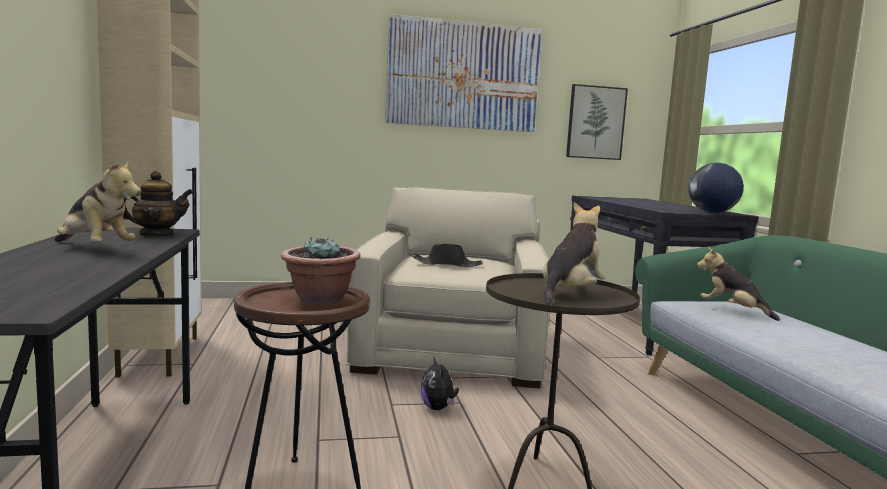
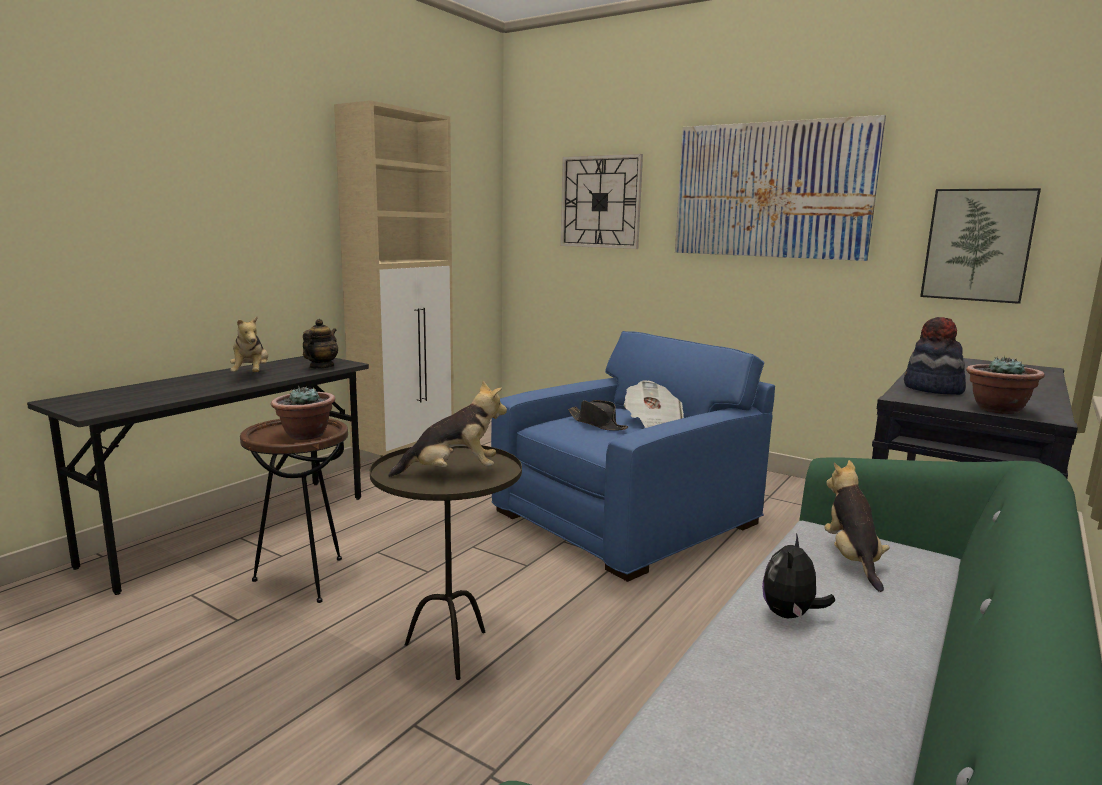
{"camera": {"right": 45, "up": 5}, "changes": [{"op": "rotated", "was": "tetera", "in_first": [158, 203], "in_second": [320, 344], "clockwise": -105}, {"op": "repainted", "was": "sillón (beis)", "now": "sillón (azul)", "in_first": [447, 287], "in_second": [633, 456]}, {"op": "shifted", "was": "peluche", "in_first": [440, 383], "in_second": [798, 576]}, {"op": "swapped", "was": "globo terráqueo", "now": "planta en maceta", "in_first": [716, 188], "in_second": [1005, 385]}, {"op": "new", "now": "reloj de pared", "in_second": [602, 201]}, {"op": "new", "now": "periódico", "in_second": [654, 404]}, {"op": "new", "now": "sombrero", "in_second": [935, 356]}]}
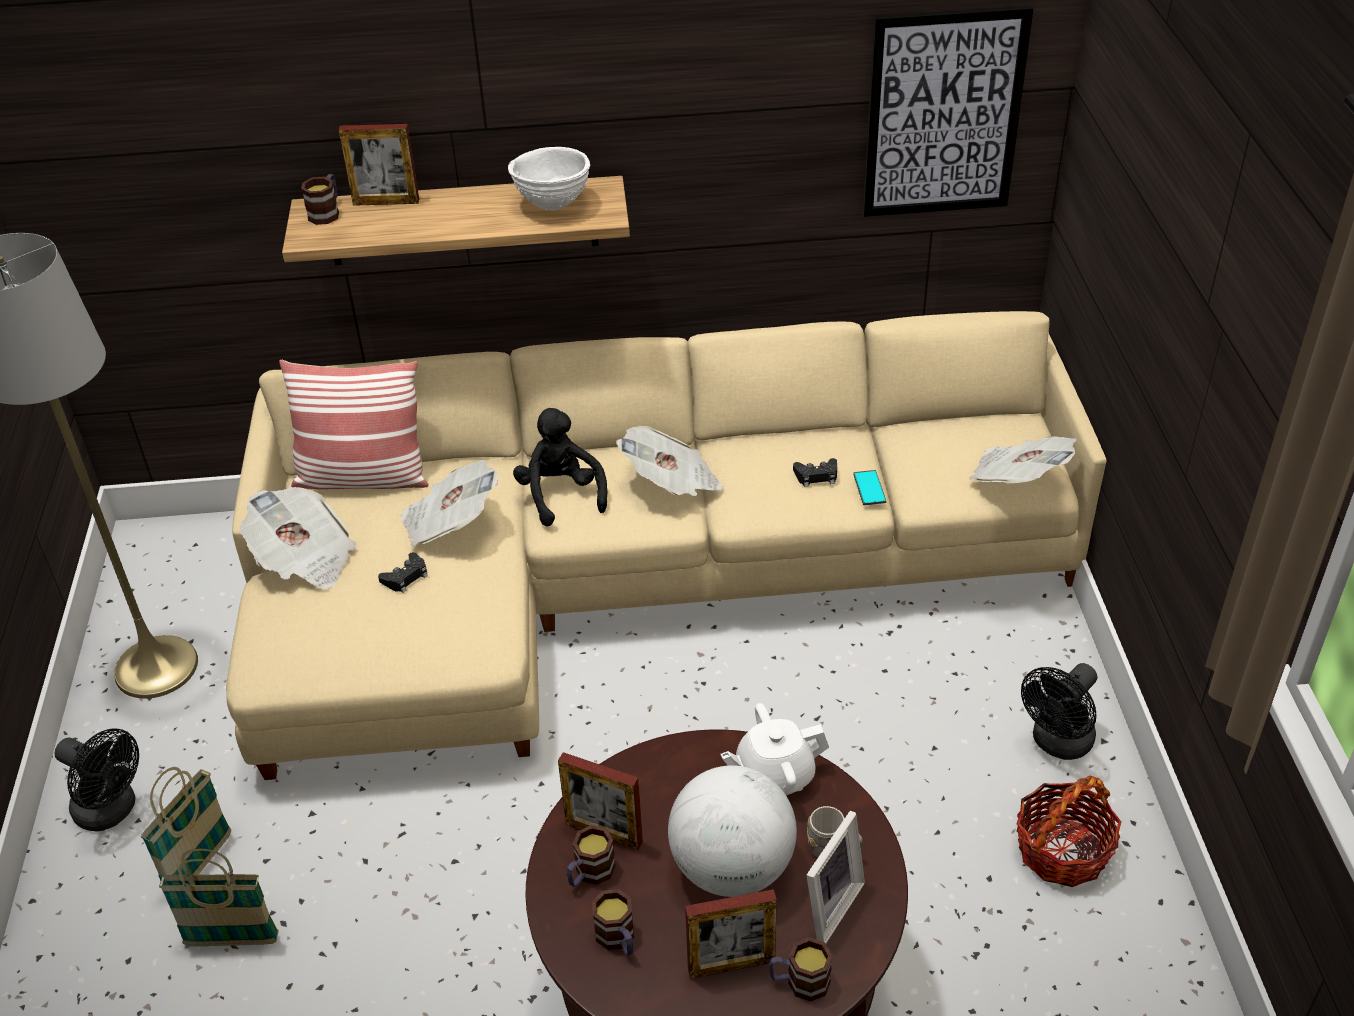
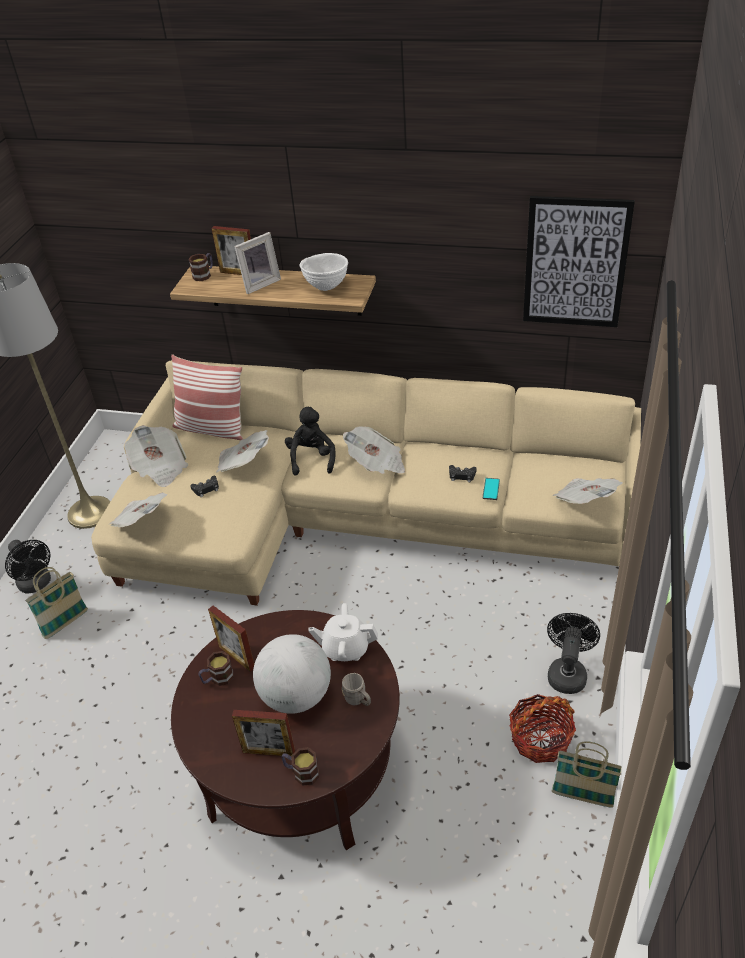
{"camera": {"right": 20, "up": 0}, "changes": [{"op": "shifted", "was": "cesta", "in_first": [219, 897], "in_second": [586, 774]}, {"op": "gone", "was": "taza grande", "in_first": [613, 922]}, {"op": "shifted", "was": "portarretratos", "in_first": [835, 877], "in_second": [257, 263]}, {"op": "rotated", "was": "ventilador (negro)", "in_first": [1059, 711], "in_second": [573, 653], "clockwise": 135}, {"op": "new", "now": "periódico", "in_second": [138, 510]}]}
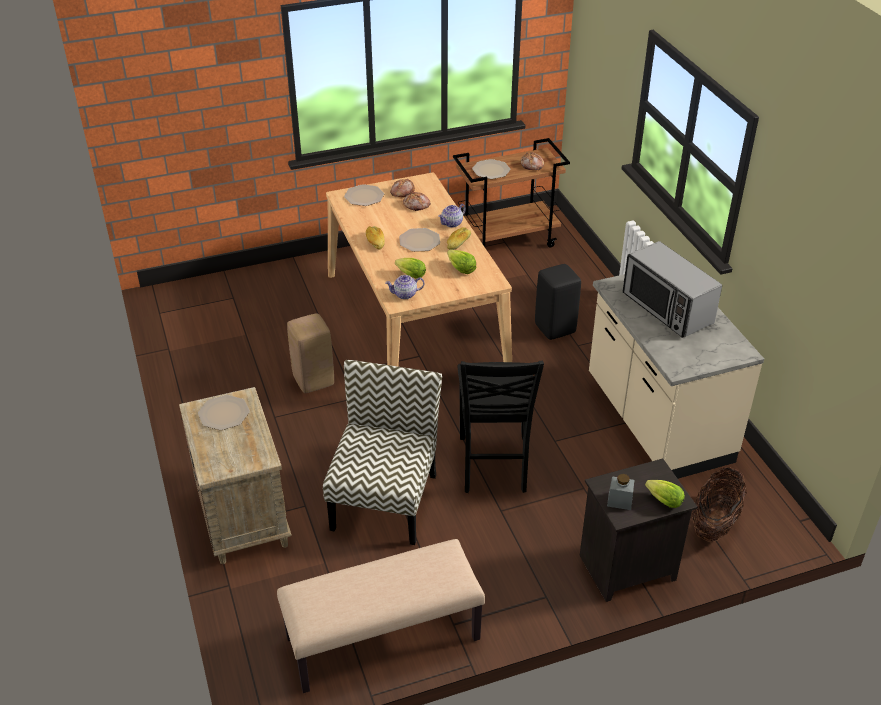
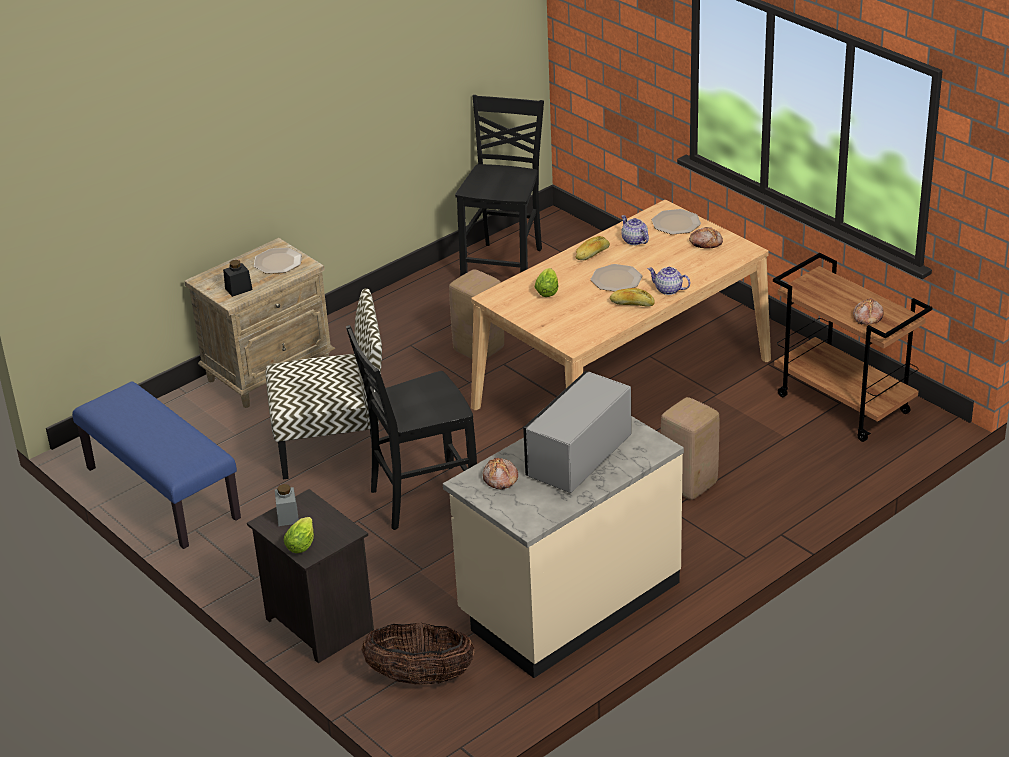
{"camera": {"right": 70, "up": -5}, "changes": [{"op": "repainted", "was": "banco (beis)", "now": "banco (azul)", "in_first": [381, 616], "in_second": [156, 465]}, {"op": "shifted", "was": "tetera", "in_first": [405, 287], "in_second": [635, 230]}, {"op": "shifted", "was": "pan", "in_first": [417, 201], "in_second": [500, 473]}, {"op": "gone", "was": "lechuga", "in_first": [461, 261]}, {"op": "gone", "was": "plato", "in_first": [491, 169]}, {"op": "repainted", "was": "taburete (negro)", "now": "taburete (beis)", "in_first": [558, 302], "in_second": [690, 448]}, {"op": "new", "now": "tarro (negro)", "in_second": [238, 278]}, {"op": "new", "now": "silla (negro)", "in_second": [499, 186]}]}
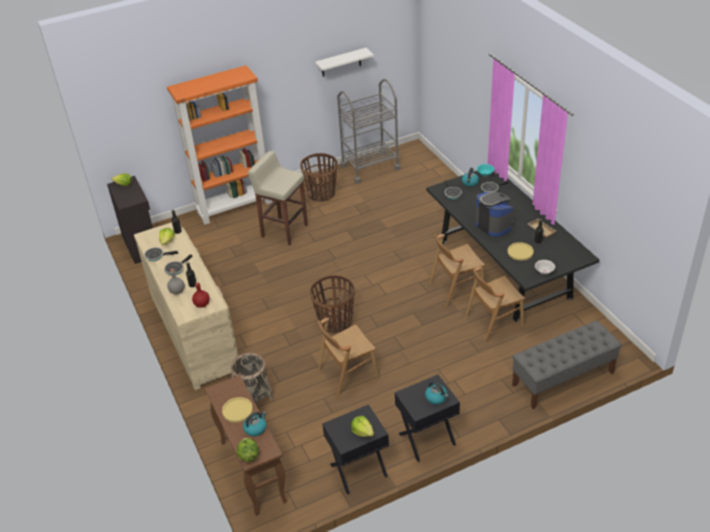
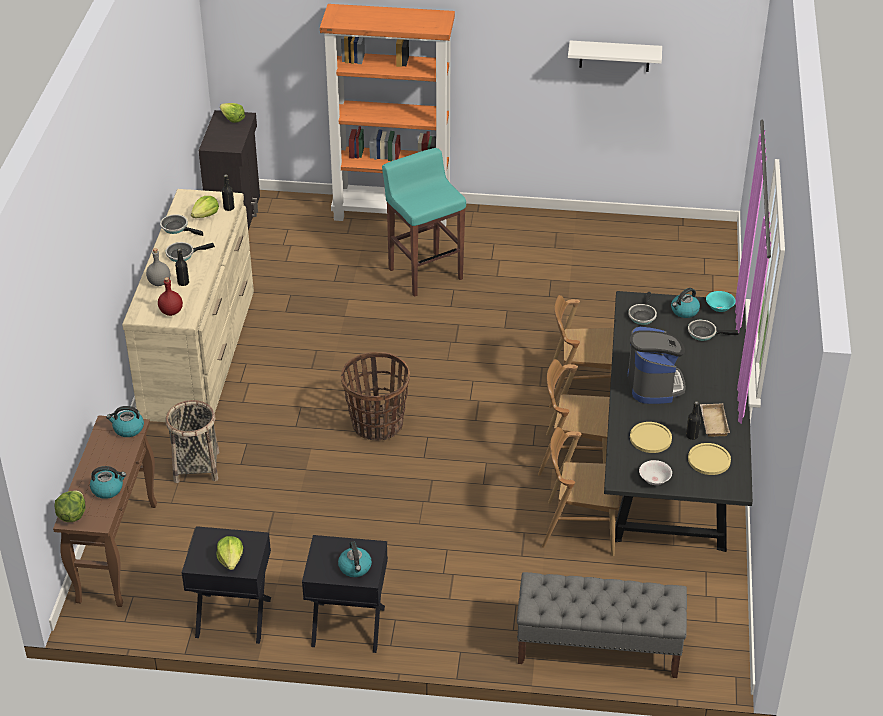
{"camera": {"right": 30, "up": 0}, "changes": [{"op": "shifted", "was": "plato (amarillo)", "in_first": [237, 410], "in_second": [709, 459]}, {"op": "repainted", "was": "taburete (beis)", "now": "taburete (turquesa)", "in_first": [278, 198], "in_second": [424, 222]}, {"op": "gone", "was": "cesta", "in_first": [319, 177]}, {"op": "shifted", "was": "silla (marrón)", "in_first": [348, 357], "in_second": [581, 351]}, {"op": "gone", "was": "carrito (gris)", "in_first": [369, 131]}, {"op": "new", "now": "hervidor", "in_second": [125, 421]}]}
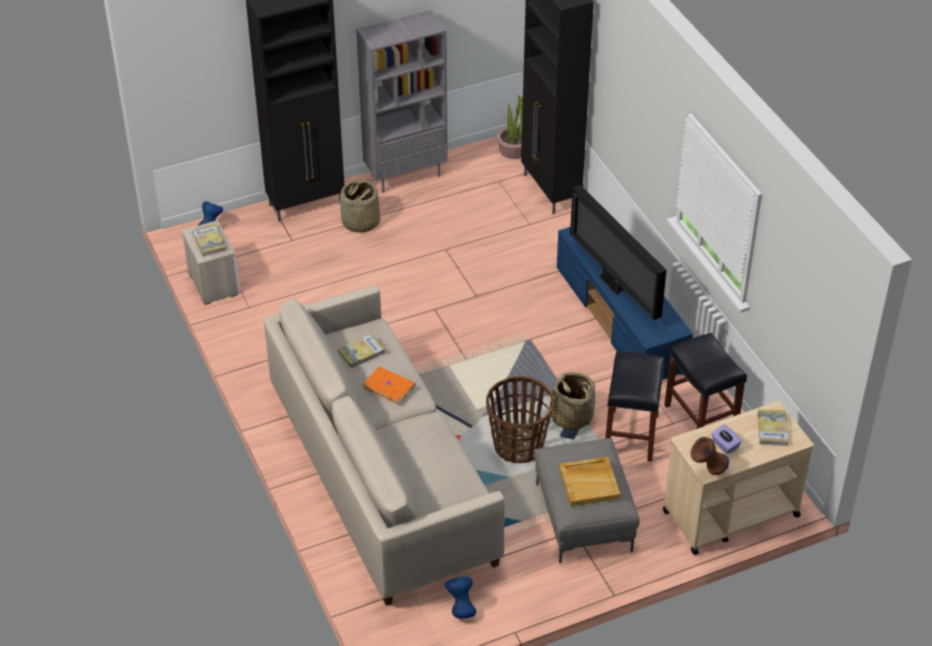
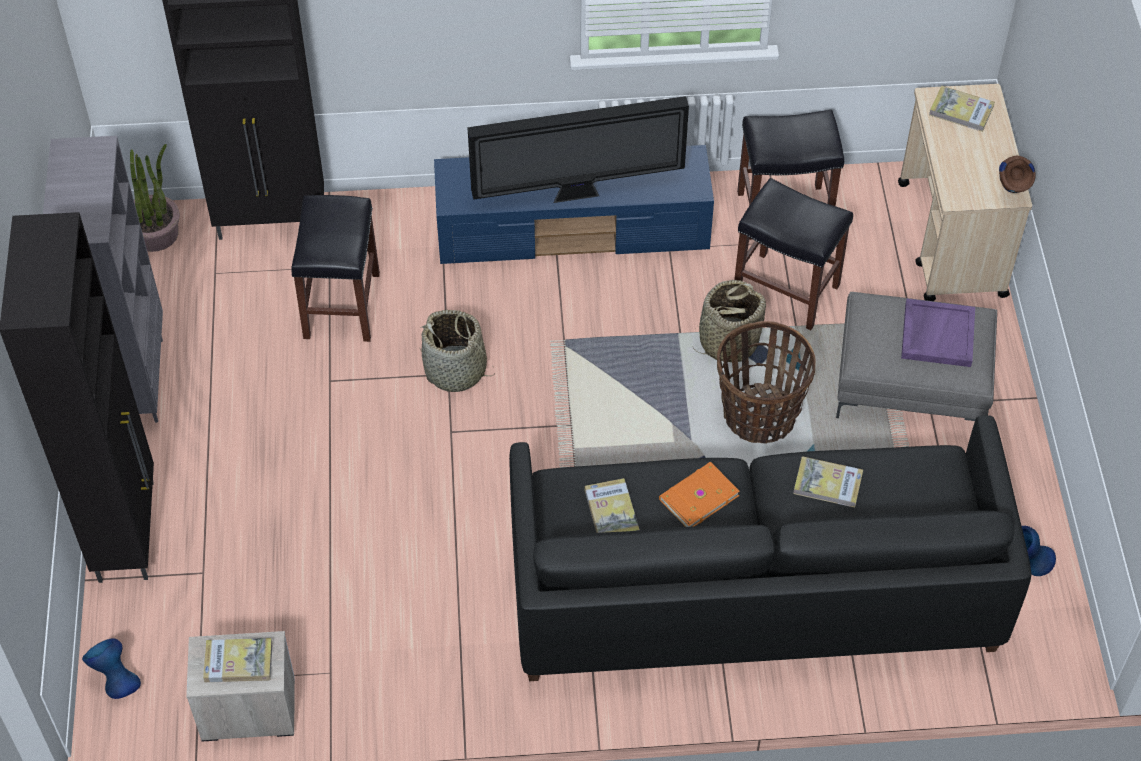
{"camera": {"right": -70, "up": 10}, "changes": [{"op": "repainted", "was": "sofá (beis)", "now": "sofá (negro)", "in_first": [384, 446], "in_second": [770, 548]}, {"op": "shifted", "was": "cesta", "in_first": [360, 206], "in_second": [457, 351]}, {"op": "repainted", "was": "bandeja (beis)", "now": "bandeja (morado)", "in_first": [589, 481], "in_second": [938, 333]}, {"op": "gone", "was": "caja de pañuelos (morado)", "in_first": [726, 439]}, {"op": "new", "now": "taburete (negro)", "in_second": [335, 268]}, {"op": "new", "now": "libro", "in_second": [828, 482]}]}
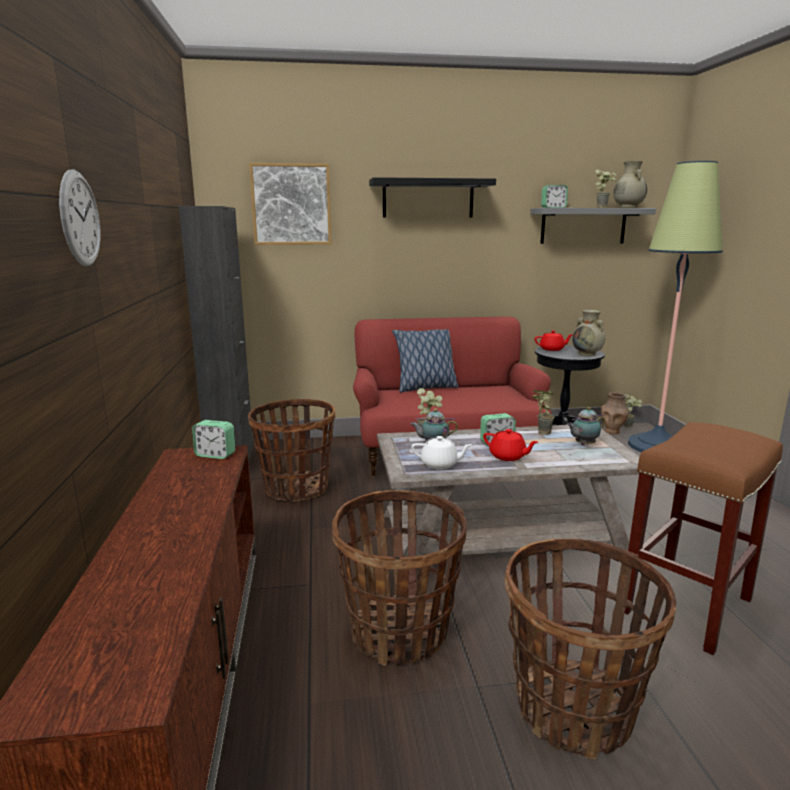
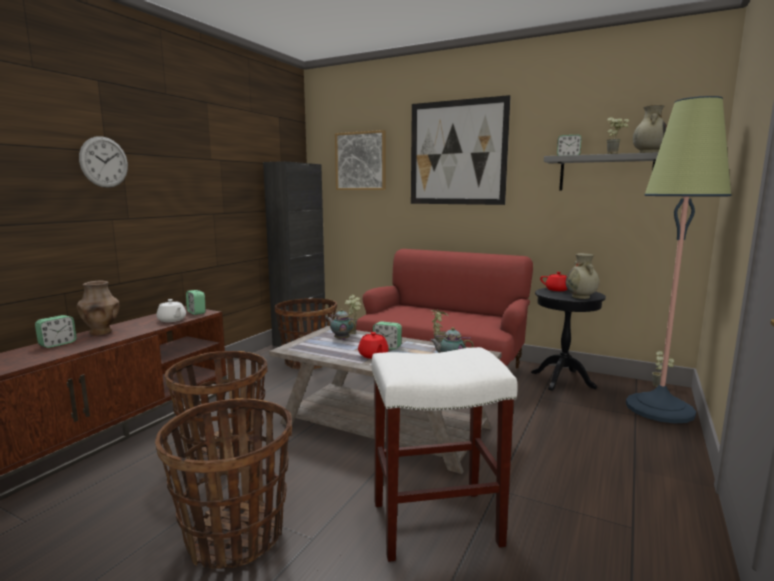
{"camera": {"right": 35, "up": -5}, "changes": [{"op": "swapped", "was": "estante (negro)", "now": "cuadro", "in_first": [432, 197], "in_second": [461, 150]}, {"op": "gone", "was": "cojín", "in_first": [425, 361]}, {"op": "shifted", "was": "tetera (blanco)", "in_first": [441, 452], "in_second": [171, 310]}, {"op": "shifted", "was": "florero (marrón)", "in_first": [615, 413], "in_second": [98, 308]}, {"op": "repainted", "was": "taburete (marrón)", "now": "taburete (blanco)", "in_first": [704, 538], "in_second": [445, 454]}, {"op": "new", "now": "despertador", "in_second": [56, 331]}]}
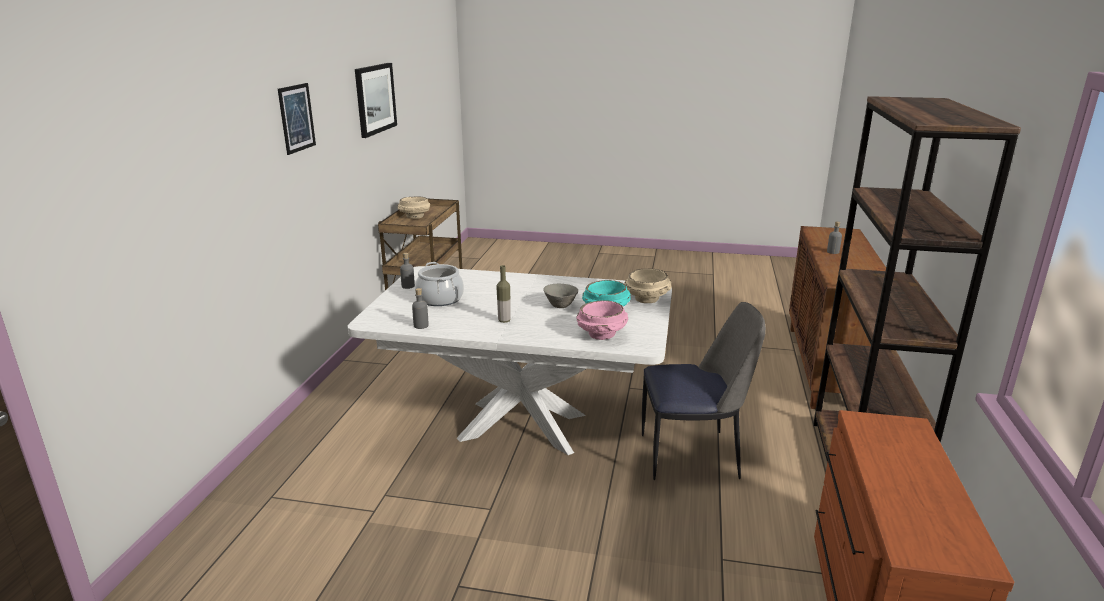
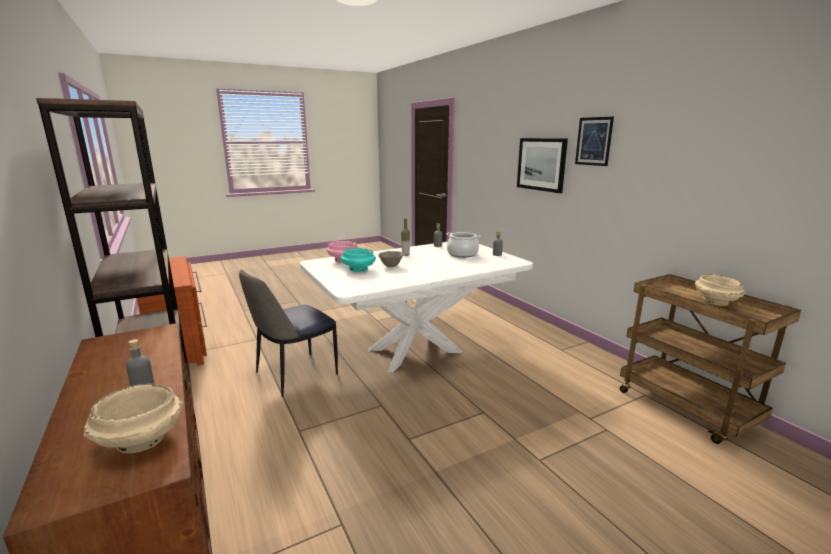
{"camera": {"right": 140, "up": -5}, "changes": [{"op": "shifted", "was": "cuadro", "in_first": [376, 100], "in_second": [542, 165]}, {"op": "shifted", "was": "cuenco (beis)", "in_first": [648, 285], "in_second": [133, 418]}]}
